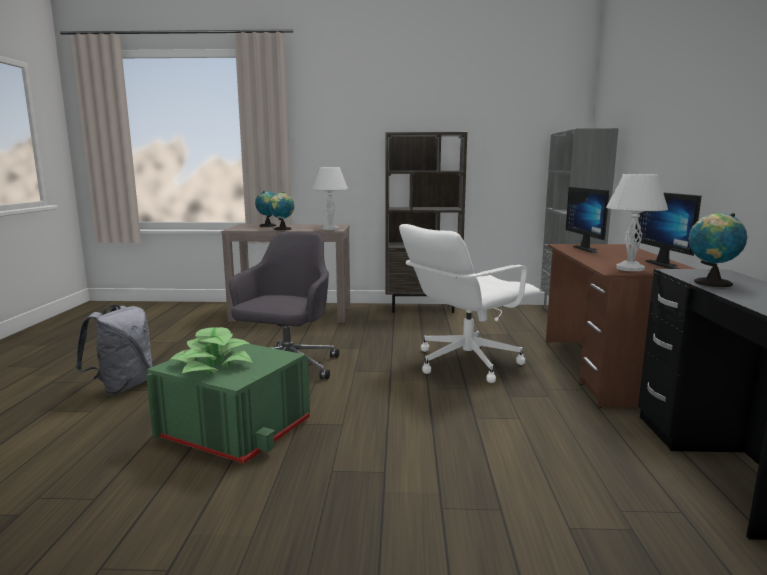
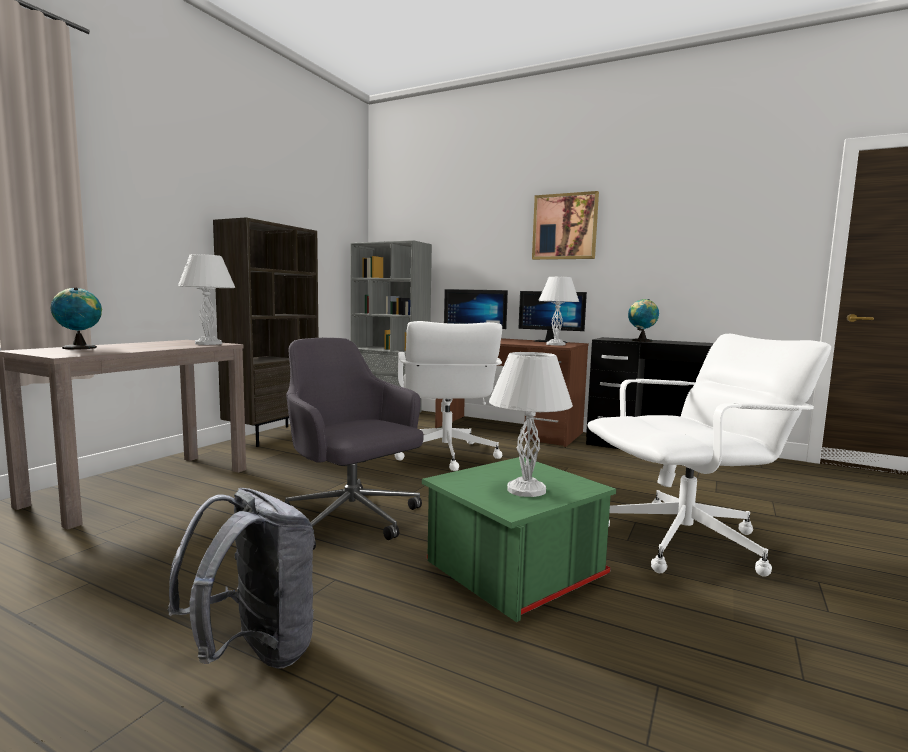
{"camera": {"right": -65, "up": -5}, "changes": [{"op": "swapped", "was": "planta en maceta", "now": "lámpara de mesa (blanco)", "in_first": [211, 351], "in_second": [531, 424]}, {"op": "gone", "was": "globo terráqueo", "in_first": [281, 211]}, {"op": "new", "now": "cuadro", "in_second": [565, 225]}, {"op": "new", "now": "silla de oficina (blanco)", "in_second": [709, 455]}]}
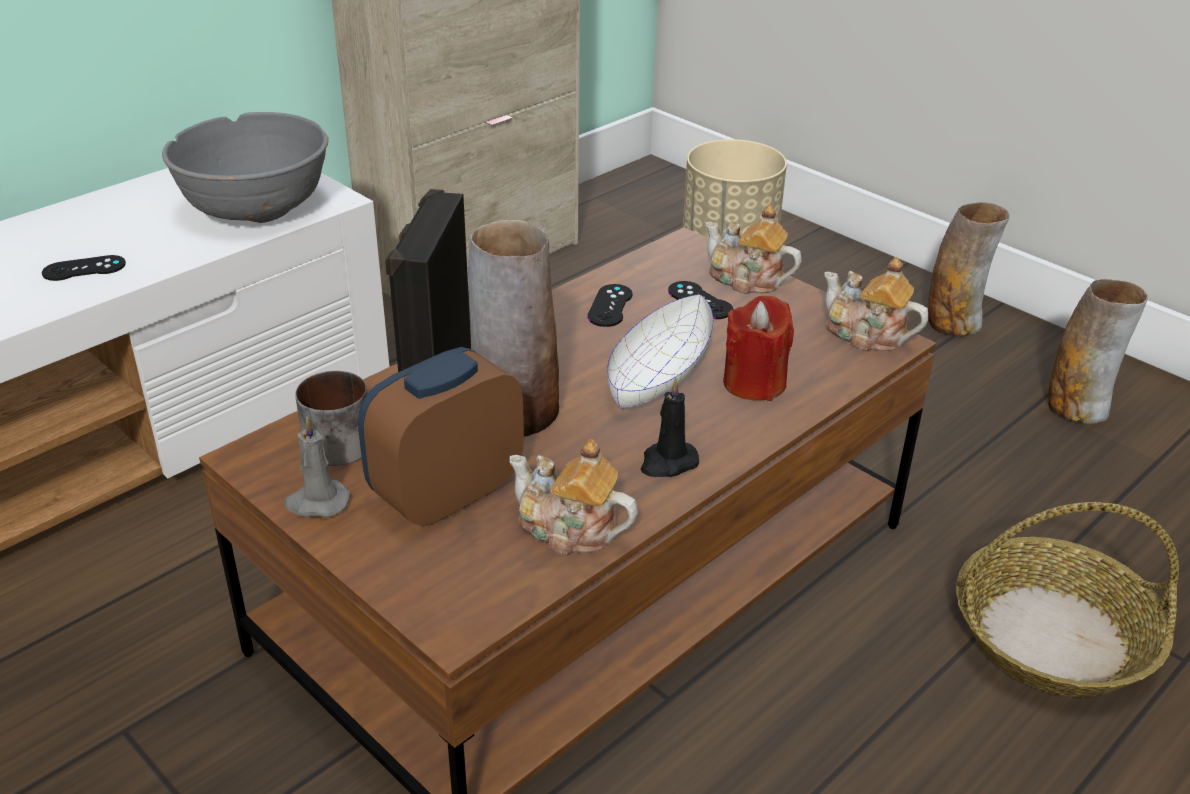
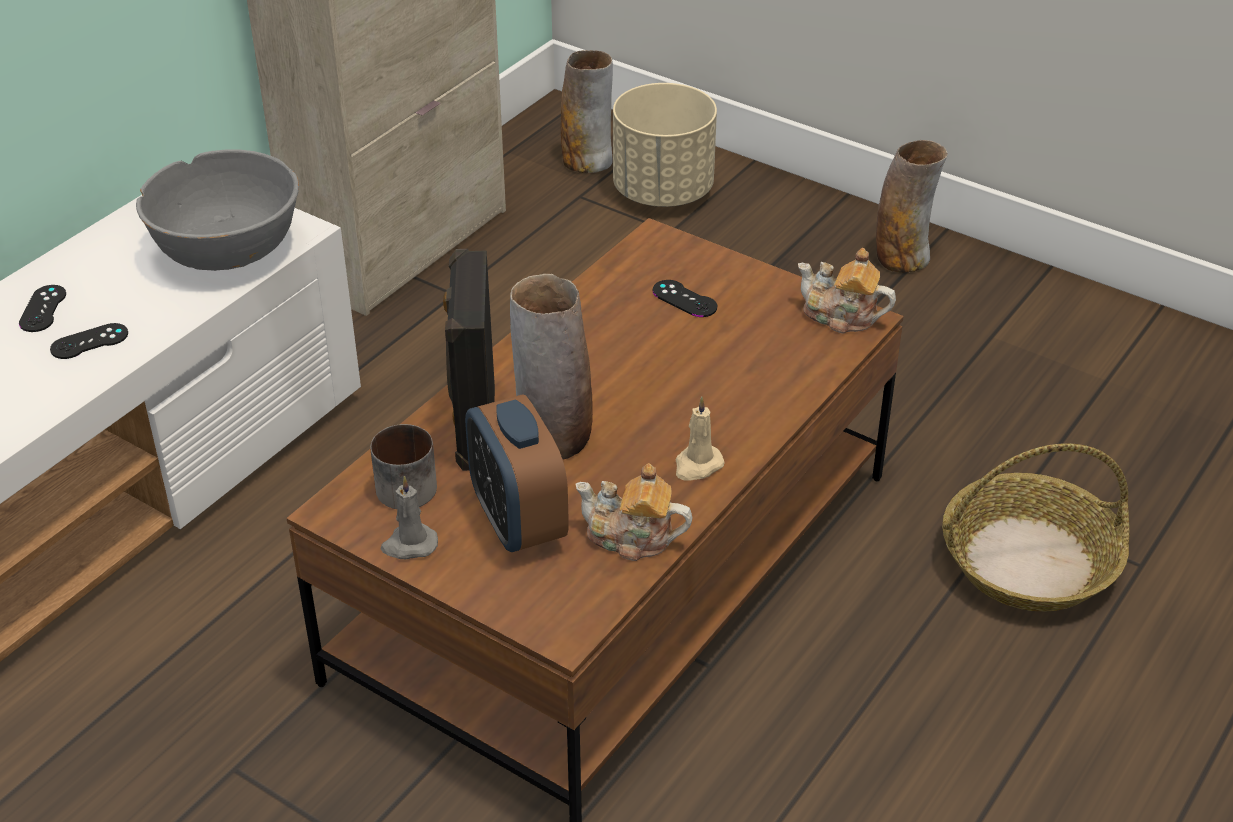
{"camera": {"right": -10, "up": 5}, "changes": [{"op": "rotated", "was": "despertador", "in_first": [441, 436], "in_second": [517, 473], "clockwise": -60}, {"op": "shifted", "was": "mando de consola (negro)", "in_first": [609, 305], "in_second": [42, 308]}, {"op": "gone", "was": "cuenco (blanco)", "in_first": [660, 351]}, {"op": "repainted", "was": "vela (negro)", "now": "vela (beis)", "in_first": [670, 427], "in_second": [700, 439]}, {"op": "gone", "was": "tetera", "in_first": [754, 249]}, {"op": "gone", "was": "vela (rojo)", "in_first": [758, 348]}, {"op": "shifted", "was": "florero", "in_first": [1098, 351], "in_second": [587, 111]}]}
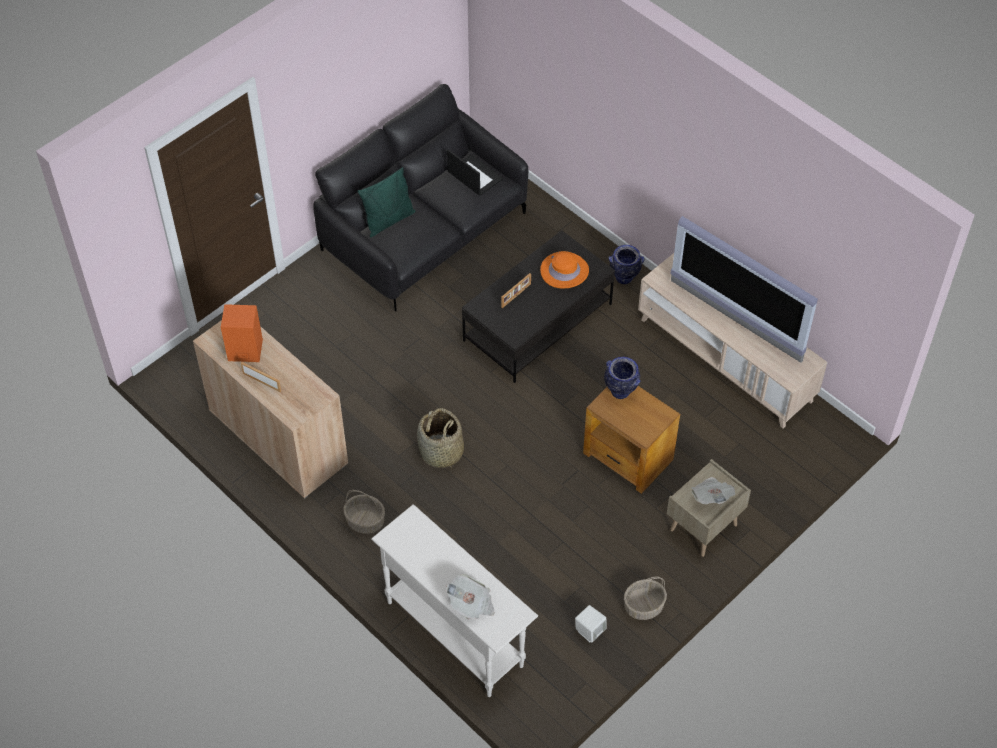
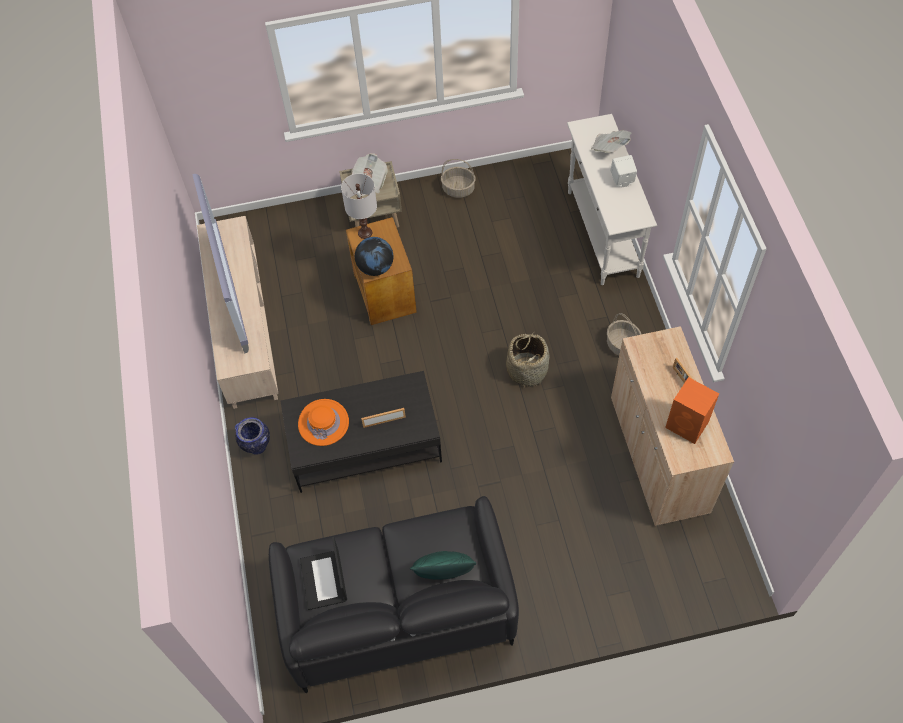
{"camera": {"right": -145, "up": 5}, "changes": [{"op": "shifted", "was": "altavoz (blanco)", "in_first": [591, 623], "in_second": [623, 171]}, {"op": "swapped", "was": "florero", "now": "globo terráqueo", "in_first": [622, 378], "in_second": [374, 256]}, {"op": "new", "now": "lámpara de mesa (blanco)", "in_second": [359, 206]}]}
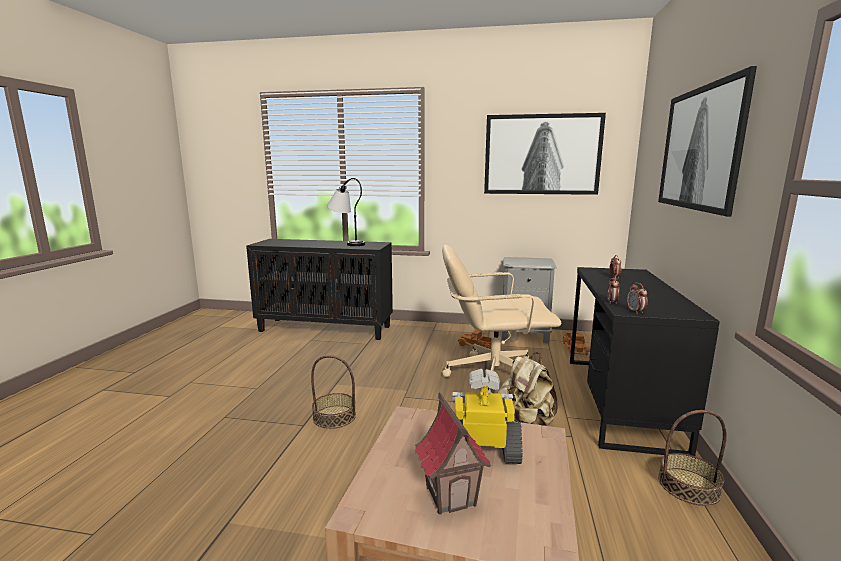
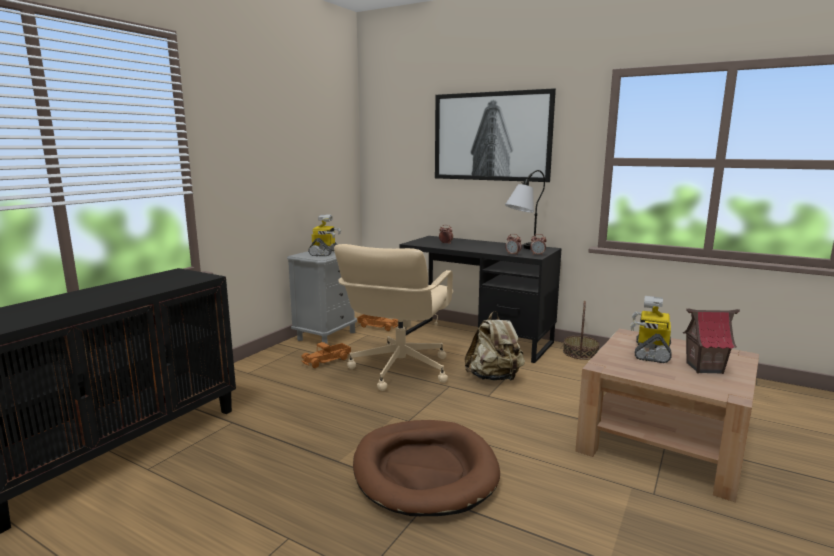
{"camera": {"right": -70, "up": 0}, "changes": [{"op": "swapped", "was": "cesta", "now": "cama para perro (marrón)", "in_first": [333, 392], "in_second": [426, 468]}, {"op": "shifted", "was": "lámpara de mesa", "in_first": [346, 212], "in_second": [525, 210]}, {"op": "gone", "was": "cuadro", "in_first": [545, 154]}, {"op": "new", "now": "robot de juguete", "in_second": [324, 235]}]}
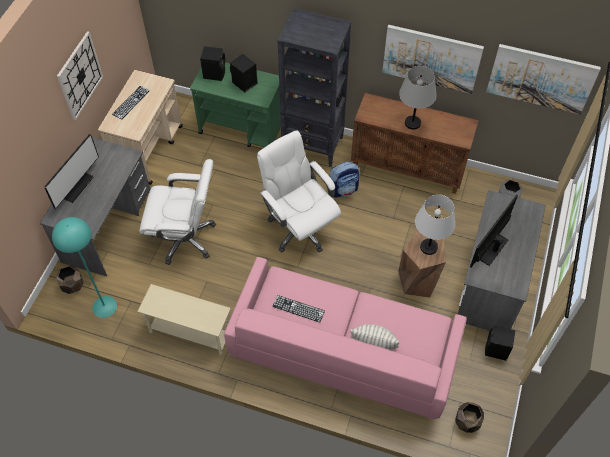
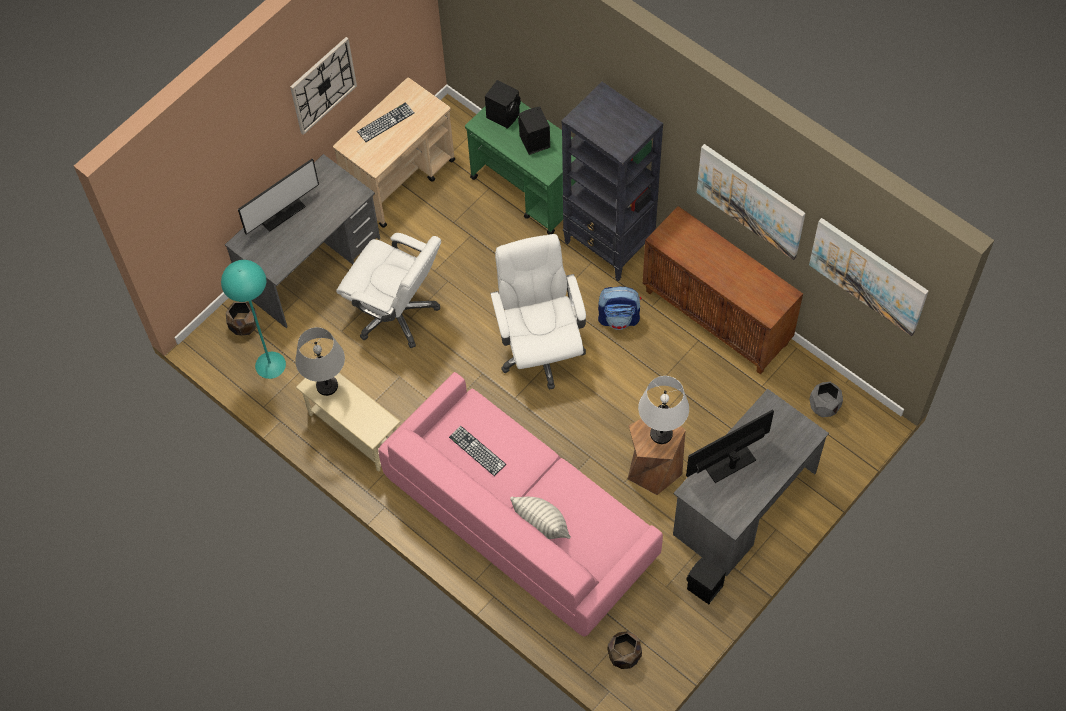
{"camera": {"right": 25, "up": 5}, "changes": [{"op": "shifted", "was": "lámpara de mesa (gris)", "in_first": [418, 98], "in_second": [320, 361]}]}
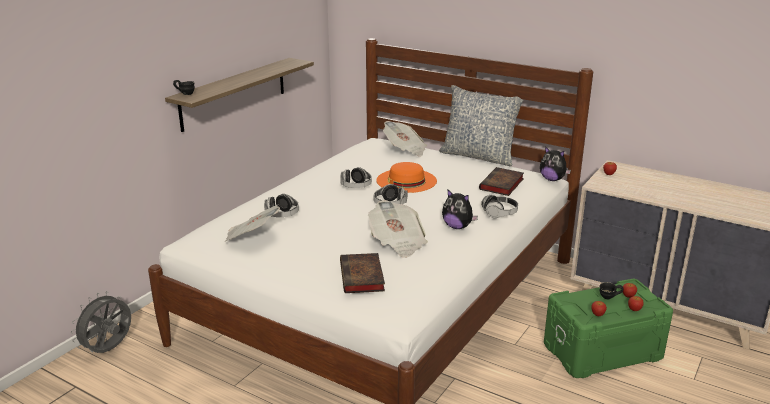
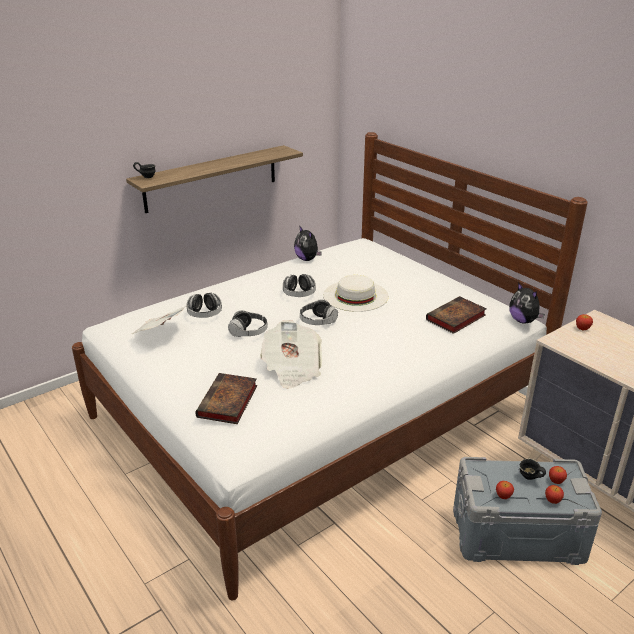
{"camera": {"right": 20, "up": 5}, "changes": [{"op": "gone", "was": "ventilador (gris)", "in_first": [101, 322]}, {"op": "repainted", "was": "sombrero (naranja)", "now": "sombrero (blanco)", "in_first": [406, 177], "in_second": [356, 293]}, {"op": "gone", "was": "periódico", "in_first": [405, 139]}, {"op": "gone", "was": "cojín", "in_first": [481, 125]}, {"op": "shifted", "was": "peluche", "in_first": [460, 209], "in_second": [308, 243]}, {"op": "shifted", "was": "auriculares", "in_first": [499, 206], "in_second": [248, 323]}, {"op": "repainted", "was": "caja de almacenaje (verde)", "now": "caja de almacenaje (gris)", "in_first": [608, 328], "in_second": [527, 511]}]}
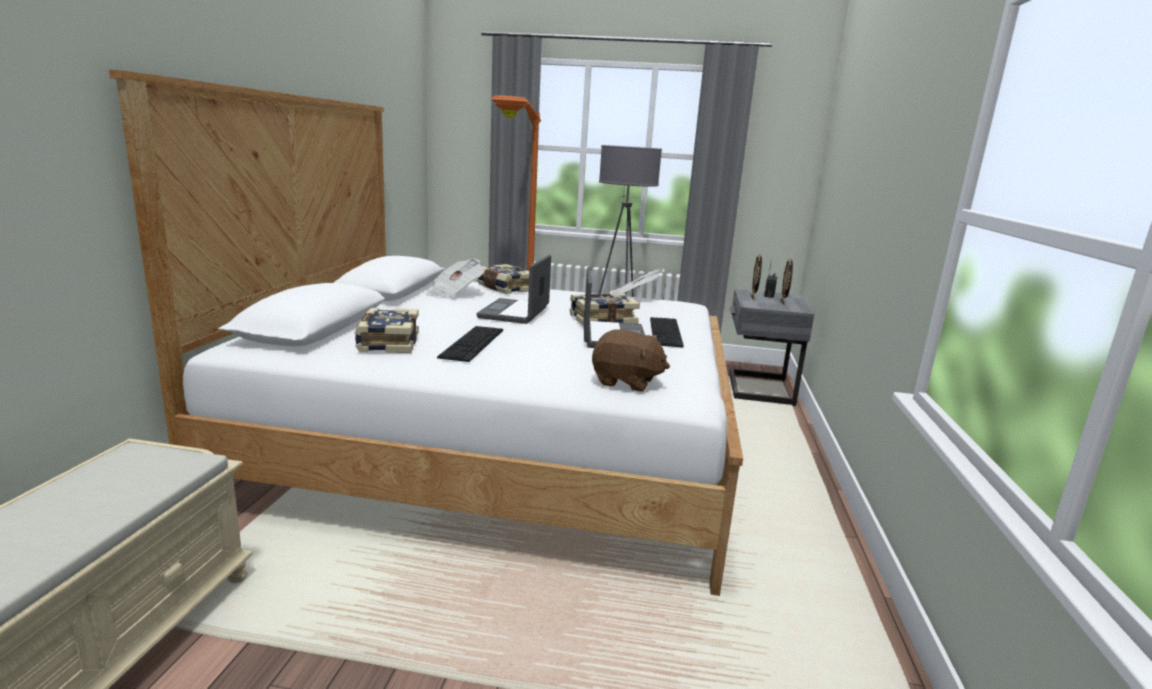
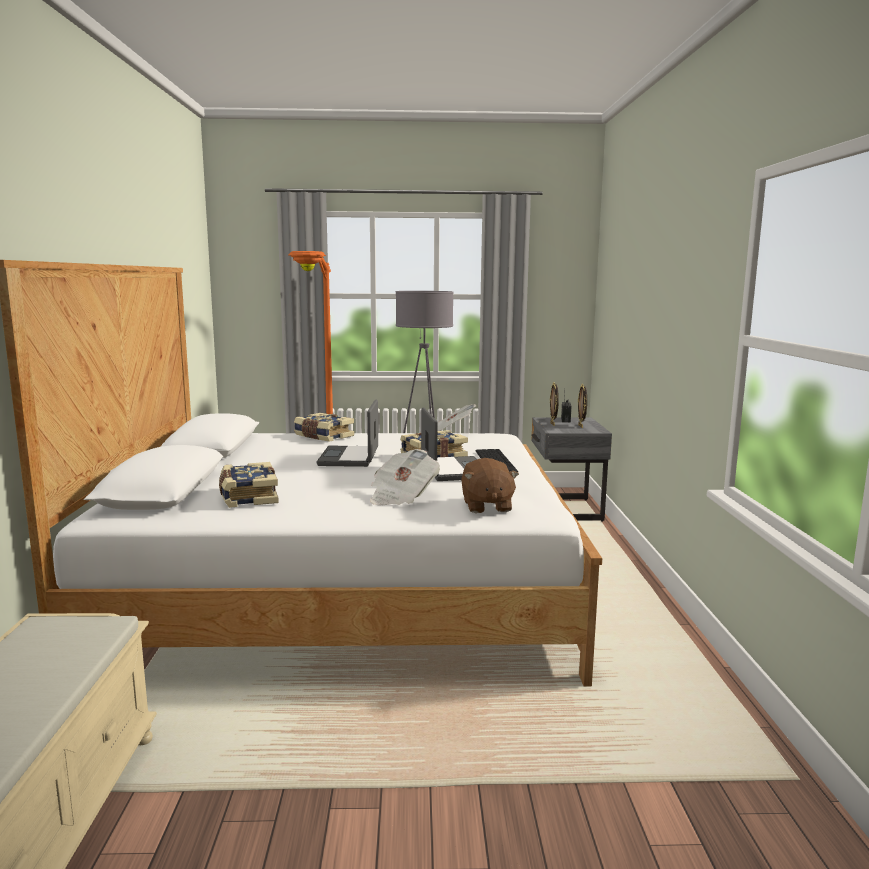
{"camera": {"right": -10, "up": -5}, "changes": [{"op": "shifted", "was": "periódico", "in_first": [455, 278], "in_second": [405, 477]}, {"op": "gone", "was": "teclado", "in_first": [470, 344]}, {"op": "rotated", "was": "peluche (marrón)", "in_first": [631, 361], "in_second": [490, 485], "clockwise": 75}]}
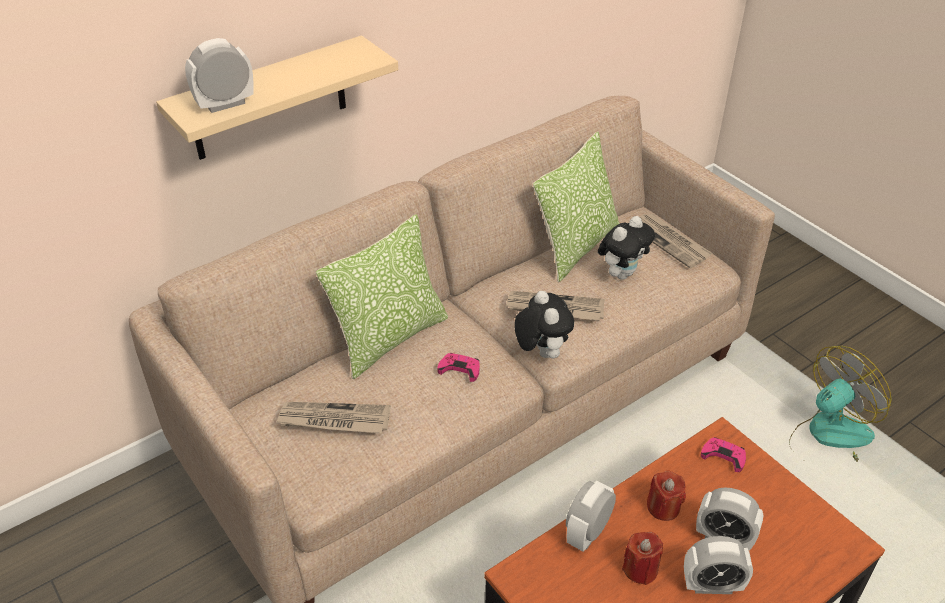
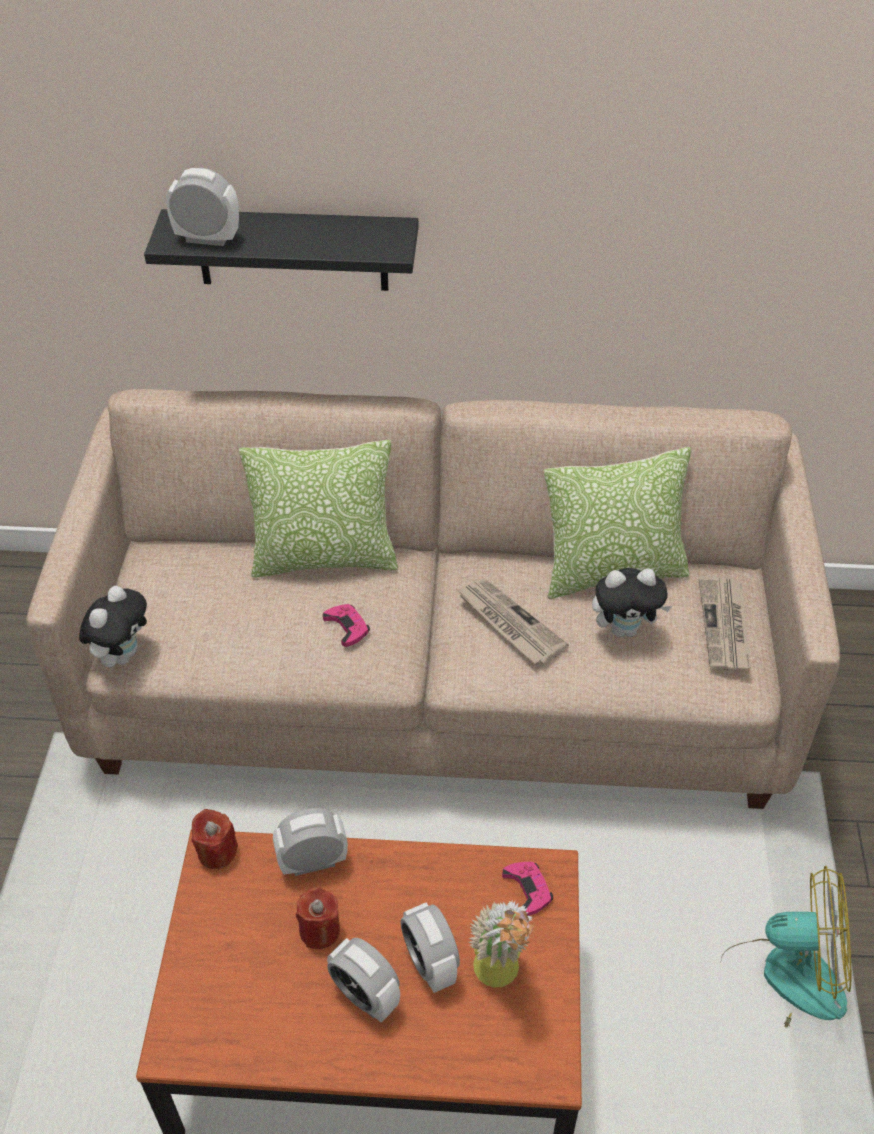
{"camera": {"right": 40, "up": 5}, "changes": [{"op": "repainted", "was": "estante (beis)", "now": "estante (negro)", "in_first": [277, 97], "in_second": [281, 250]}, {"op": "gone", "was": "periódico", "in_first": [333, 417]}, {"op": "shifted", "was": "peluche", "in_first": [544, 324], "in_second": [113, 627]}, {"op": "shifted", "was": "vela (rojo)", "in_first": [666, 495], "in_second": [214, 839]}, {"op": "new", "now": "planta en maceta", "in_second": [501, 944]}]}
